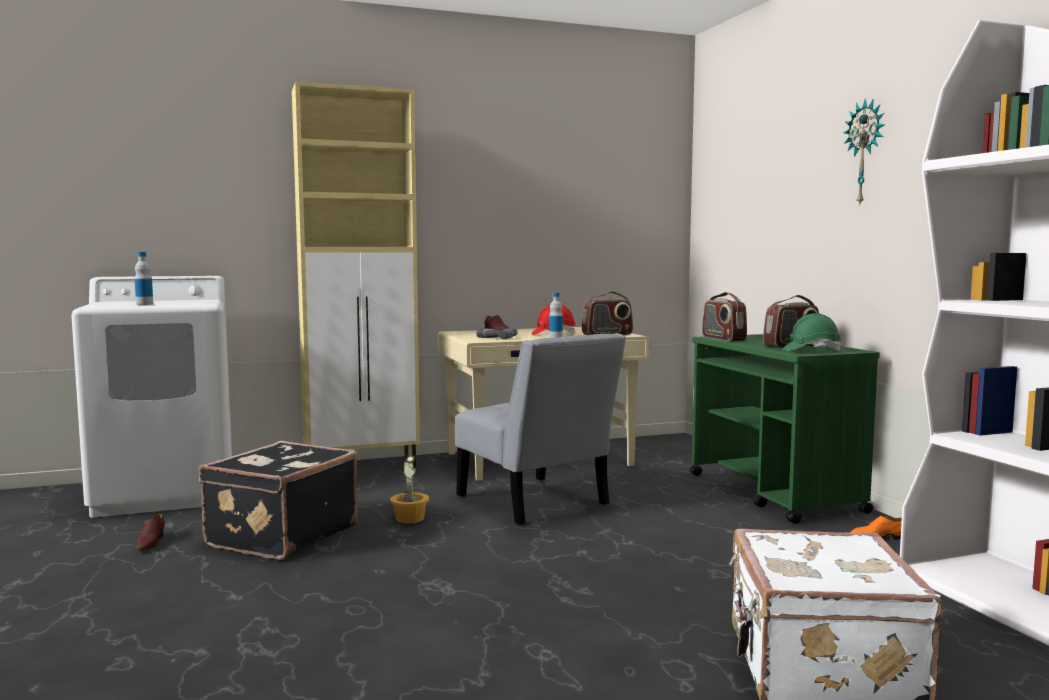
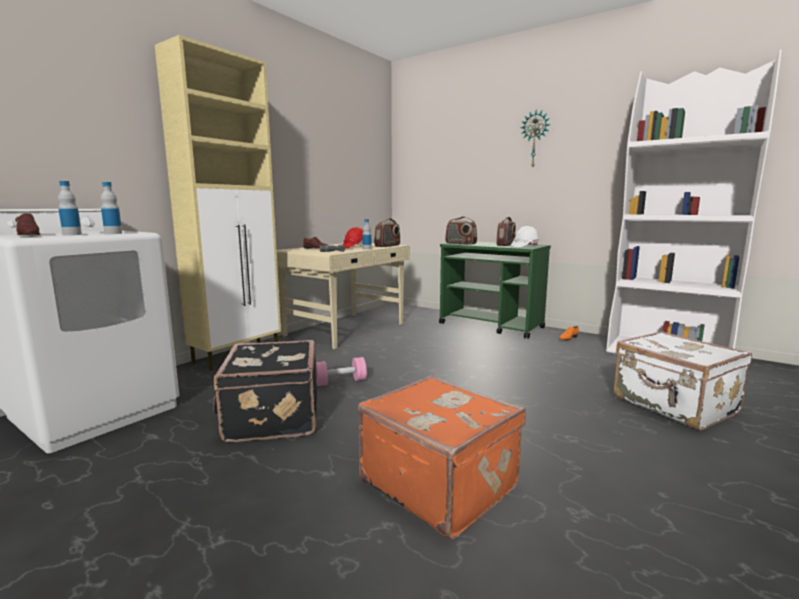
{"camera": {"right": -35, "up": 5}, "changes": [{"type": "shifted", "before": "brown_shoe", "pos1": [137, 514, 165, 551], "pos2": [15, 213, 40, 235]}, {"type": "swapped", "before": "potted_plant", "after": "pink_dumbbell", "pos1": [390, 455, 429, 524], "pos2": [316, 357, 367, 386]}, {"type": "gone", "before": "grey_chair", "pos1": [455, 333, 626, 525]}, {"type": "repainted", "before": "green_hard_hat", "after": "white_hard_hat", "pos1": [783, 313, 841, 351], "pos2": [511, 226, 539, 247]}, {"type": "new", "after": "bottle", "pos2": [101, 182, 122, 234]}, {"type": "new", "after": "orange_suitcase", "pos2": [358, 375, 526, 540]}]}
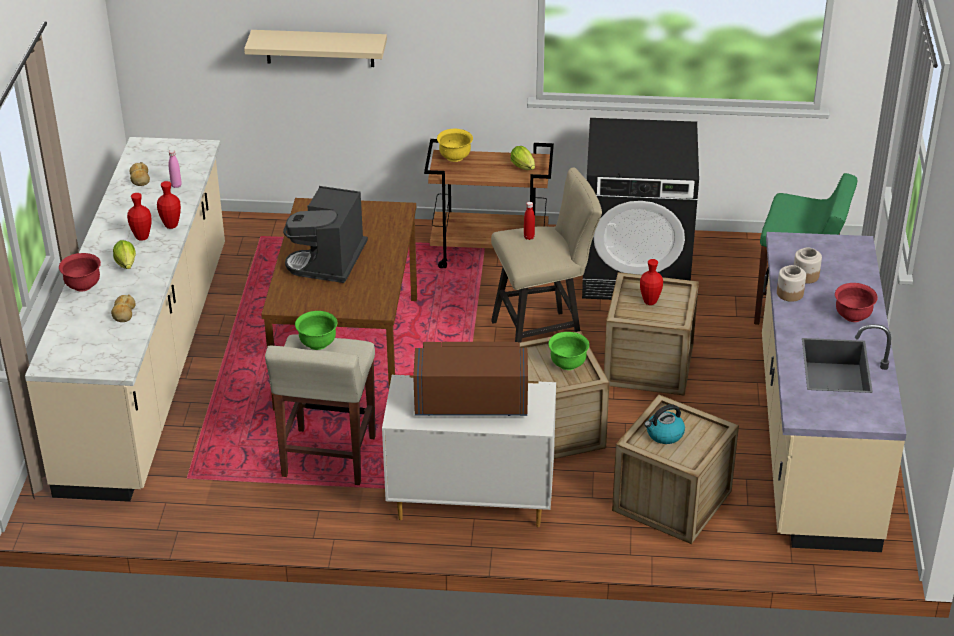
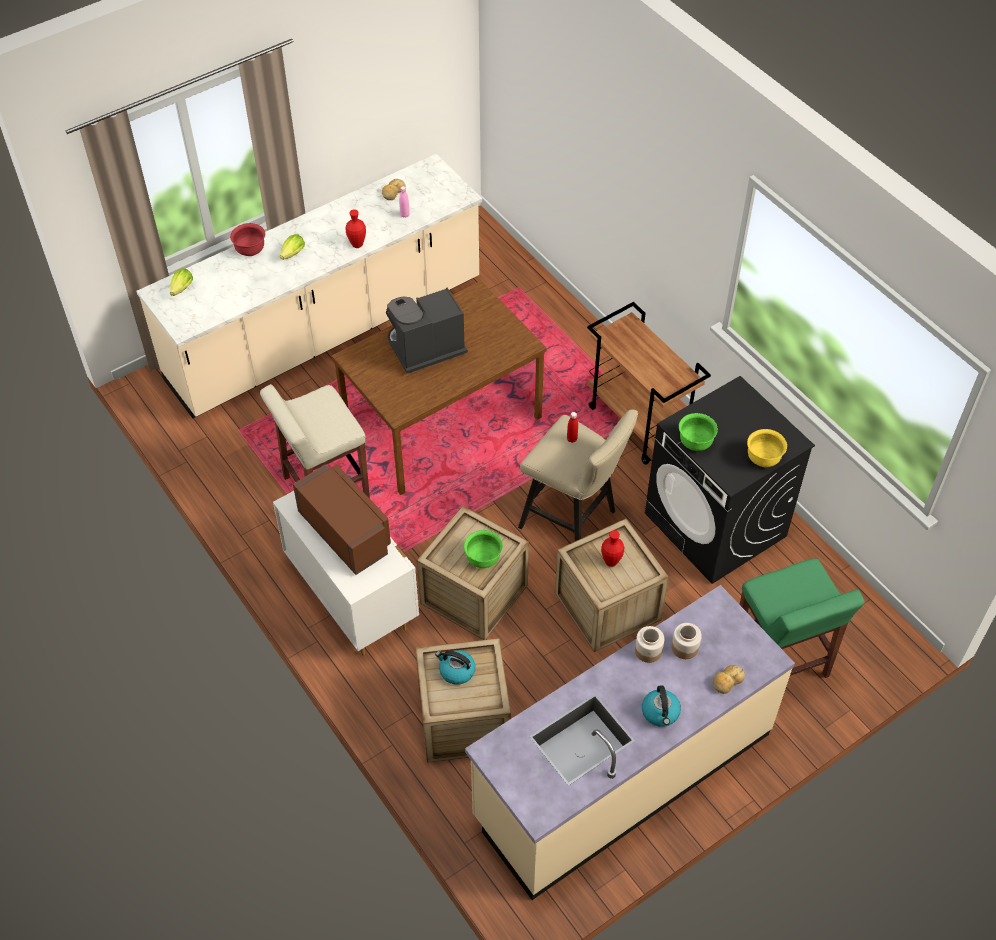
{"camera": {"right": 50, "up": 15}, "changes": [{"type": "shifted", "before": "bread", "pos1": [111, 295, 136, 322], "pos2": [713, 665, 745, 694]}, {"type": "gone", "before": "red_vase", "pos1": [127, 193, 152, 241]}, {"type": "gone", "before": "beige_shelf", "pos1": [244, 30, 387, 67]}, {"type": "shifted", "before": "green_bowl", "pos1": [295, 311, 337, 350], "pos2": [679, 413, 718, 451]}, {"type": "shifted", "before": "yellow_bowl", "pos1": [437, 129, 473, 162], "pos2": [747, 429, 787, 467]}, {"type": "shifted", "before": "lettuce", "pos1": [511, 146, 535, 170], "pos2": [170, 268, 193, 296]}, {"type": "swapped", "before": "red_bowl", "after": "kettle", "pos1": [835, 283, 878, 322], "pos2": [642, 685, 681, 727]}]}
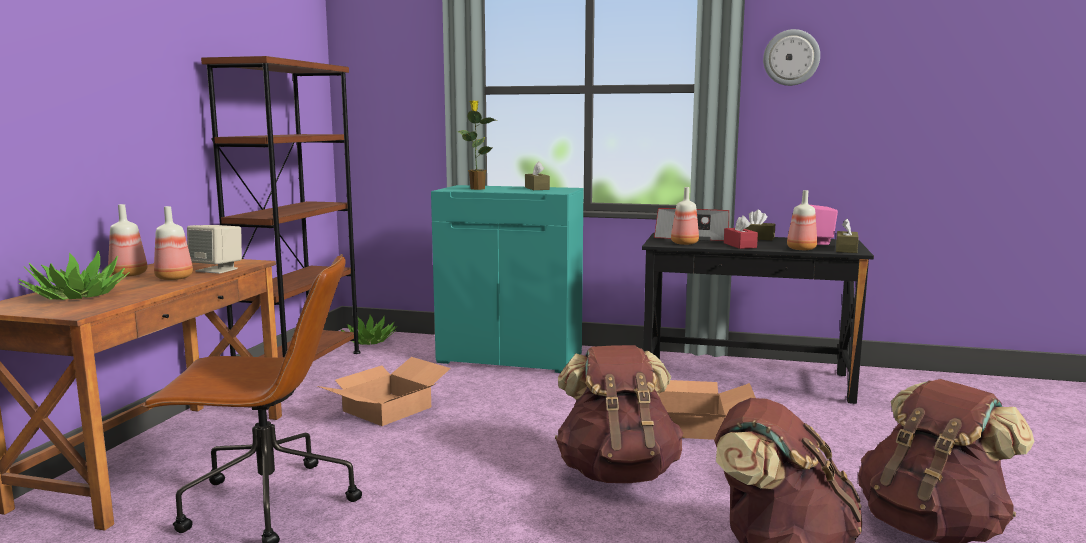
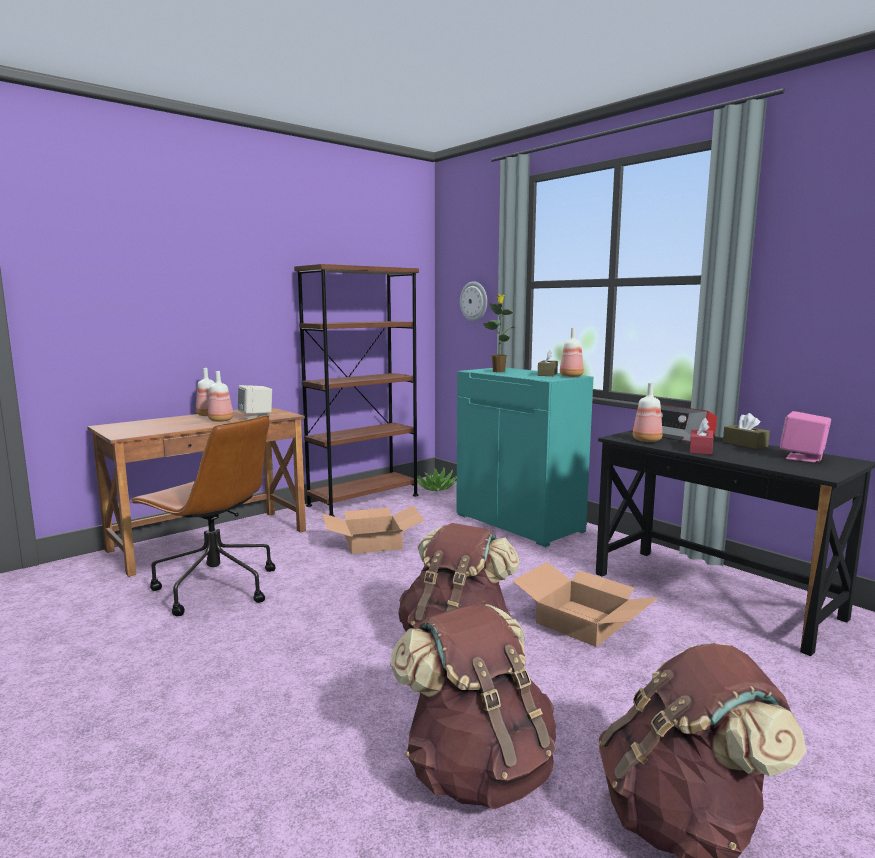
{"camera": {"right": 35, "up": 0}, "changes": [{"type": "gone", "before": "potted_plant", "pos1": [18, 250, 130, 300]}, {"type": "shifted", "before": "wall_clock", "pos1": [763, 29, 820, 86], "pos2": [460, 281, 487, 322]}, {"type": "shifted", "before": "bottle", "pos1": [787, 190, 817, 250], "pos2": [560, 328, 584, 377]}, {"type": "gone", "before": "brown_tissue_box", "pos1": [836, 219, 859, 253]}]}
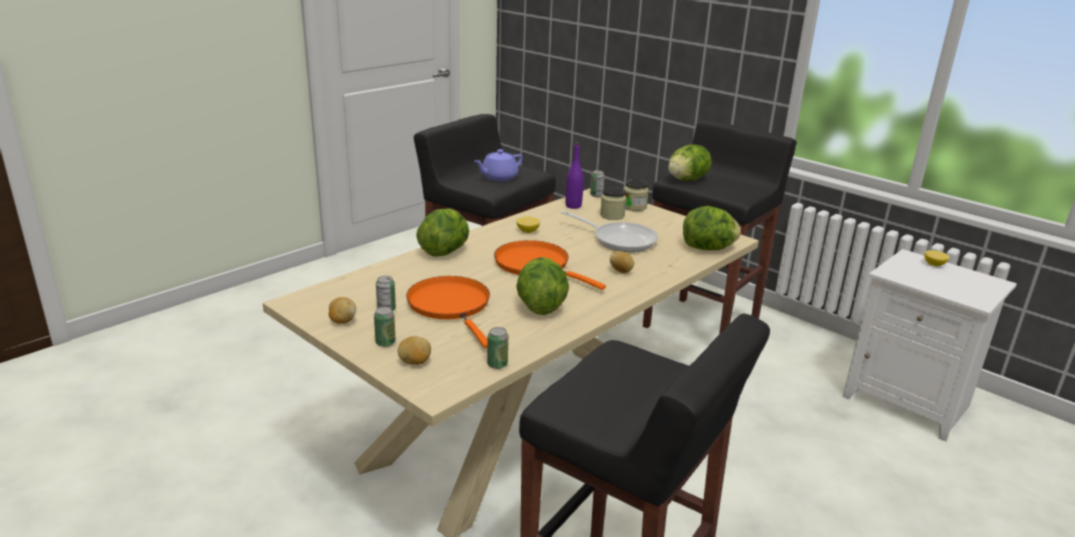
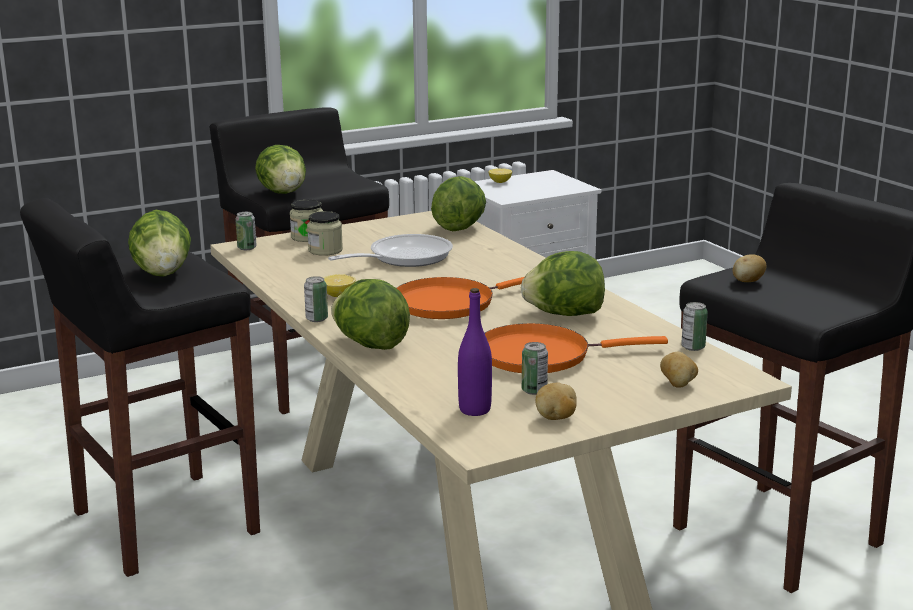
{"camera": {"right": -70, "up": -5}, "changes": [{"type": "shifted", "before": "can", "pos1": [374, 306, 396, 347], "pos2": [304, 276, 328, 322]}, {"type": "swapped", "before": "purple_teapot", "after": "lettuce", "pos1": [475, 149, 523, 181], "pos2": [128, 210, 191, 277]}, {"type": "shifted", "before": "purple_bottle", "pos1": [565, 143, 584, 209], "pos2": [458, 288, 492, 416]}, {"type": "shifted", "before": "potato", "pos1": [610, 251, 634, 273], "pos2": [733, 254, 766, 282]}]}
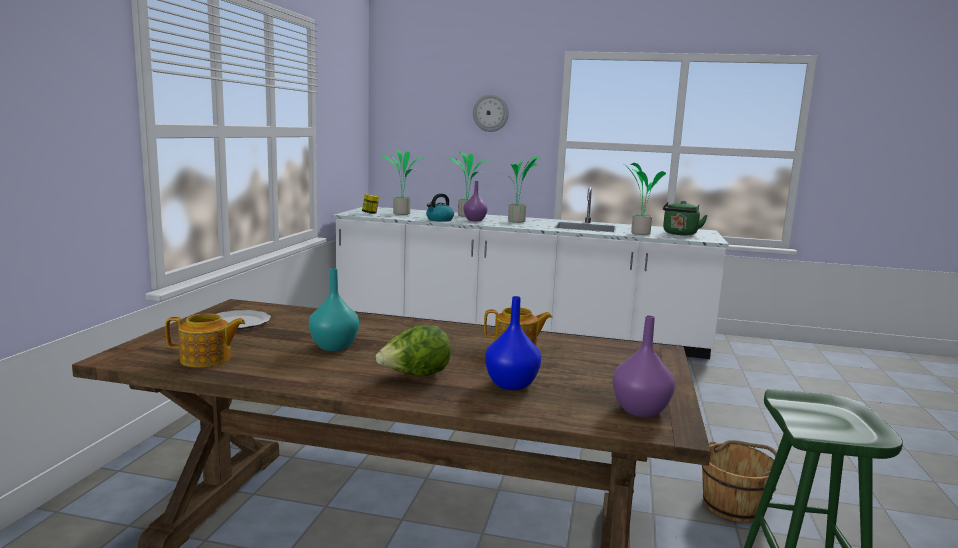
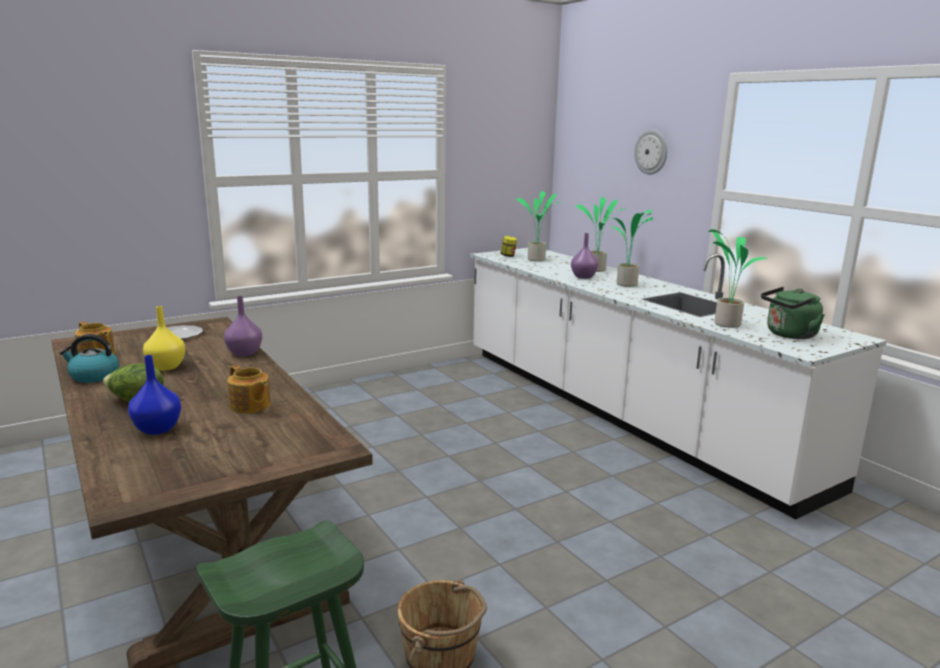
{"camera": {"right": 45, "up": 5}, "changes": [{"type": "repainted", "before": "turquoise_vase", "after": "yellow_vase", "pos1": [309, 268, 359, 351], "pos2": [143, 306, 185, 371]}, {"type": "shifted", "before": "kettle", "pos1": [426, 193, 454, 222], "pos2": [60, 334, 119, 383]}, {"type": "shifted", "before": "purple_vase", "pos1": [612, 315, 675, 417], "pos2": [224, 296, 262, 357]}]}
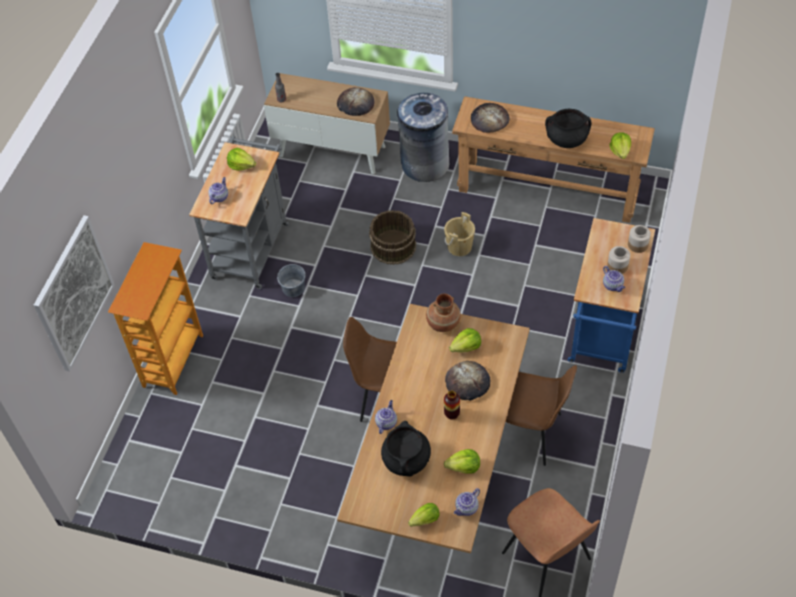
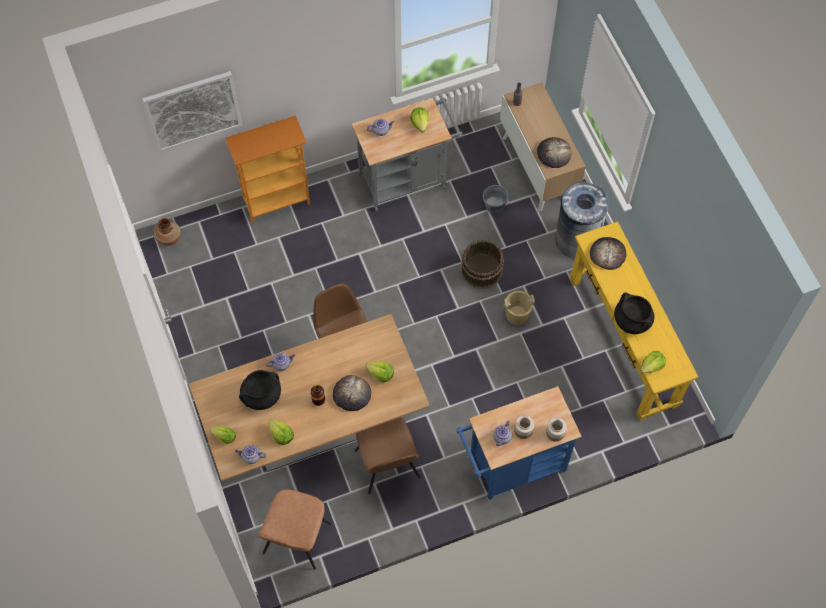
{"camera": {"right": 50, "up": 10}, "changes": [{"type": "shifted", "before": "grey_bucket", "pos1": [277, 264, 306, 297], "pos2": [483, 185, 509, 213]}, {"type": "shifted", "before": "brown_vase", "pos1": [426, 293, 461, 332], "pos2": [154, 218, 181, 246]}, {"type": "repainted", "before": "brown_console_table", "after": "yellow_console_table", "pos1": [452, 96, 655, 223], "pos2": [570, 221, 698, 421]}]}
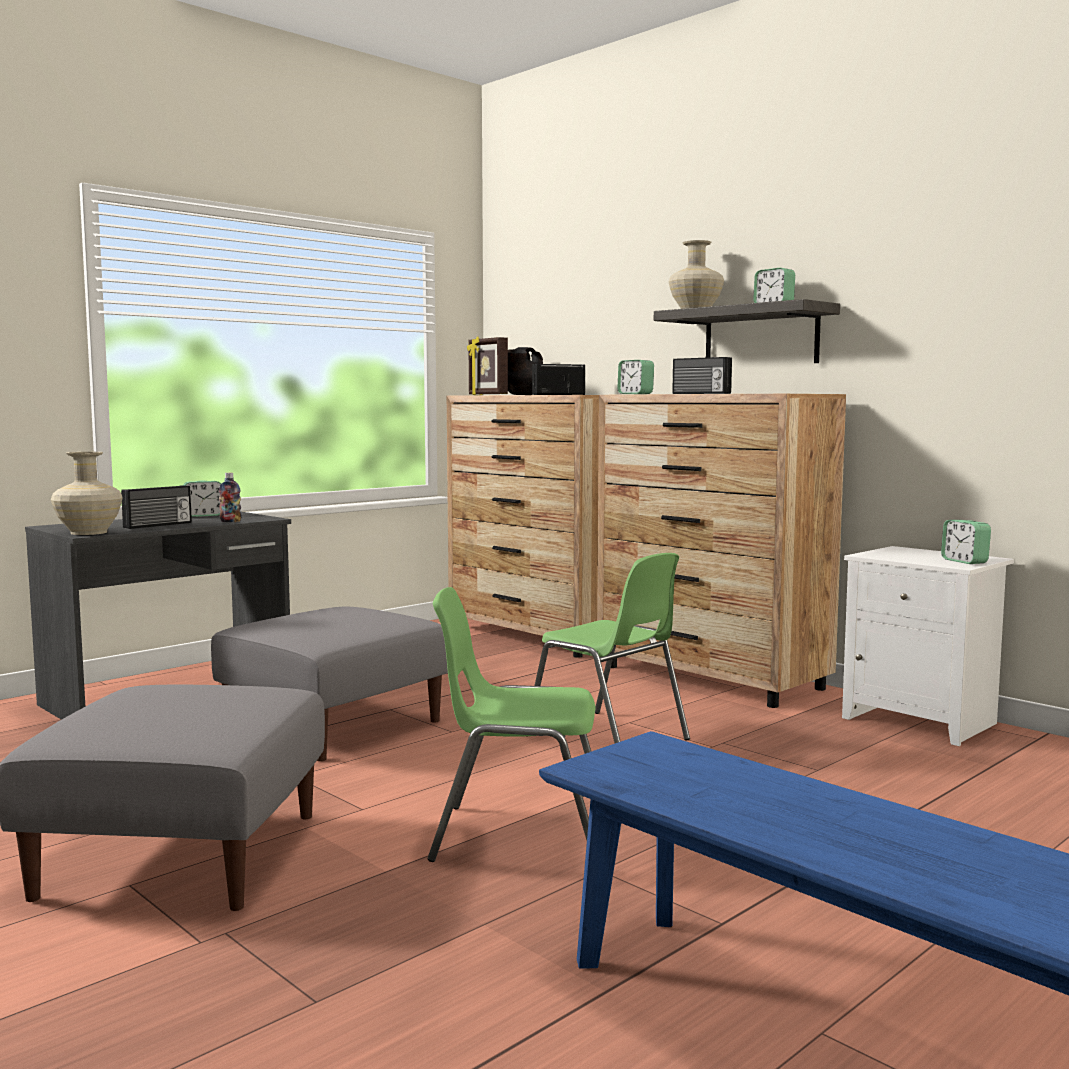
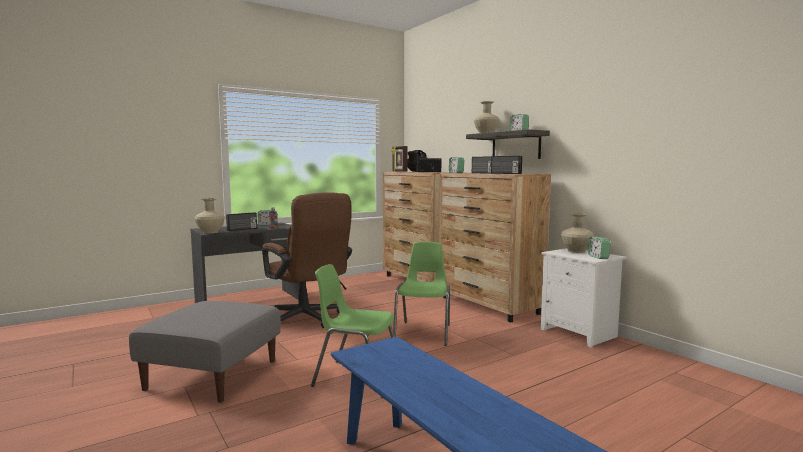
{"camera": {"right": 10, "up": 0}, "changes": [{"type": "swapped", "before": "grey_ottoman", "after": "brown_office_chair", "pos1": [211, 606, 448, 761], "pos2": [262, 192, 352, 328]}, {"type": "rotated", "before": "green_chair", "pos1": [534, 553, 690, 743], "pos2": [393, 242, 450, 346], "turn": -135}, {"type": "new", "after": "radio", "pos2": [491, 156, 522, 174]}, {"type": "new", "after": "beige_vase", "pos2": [561, 213, 594, 253]}]}
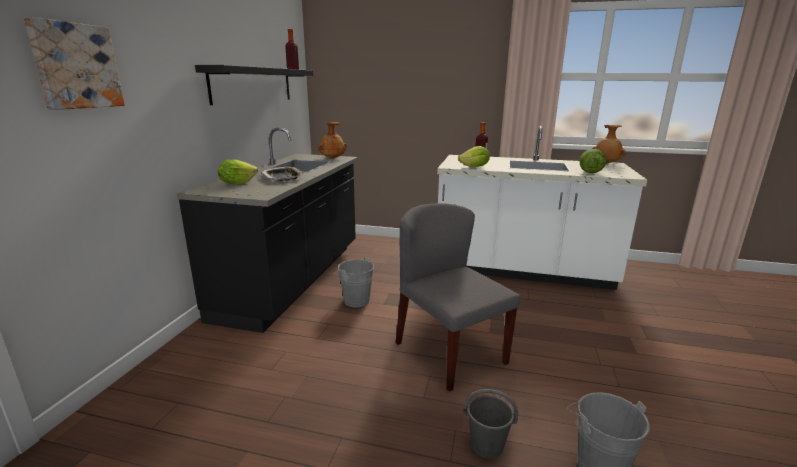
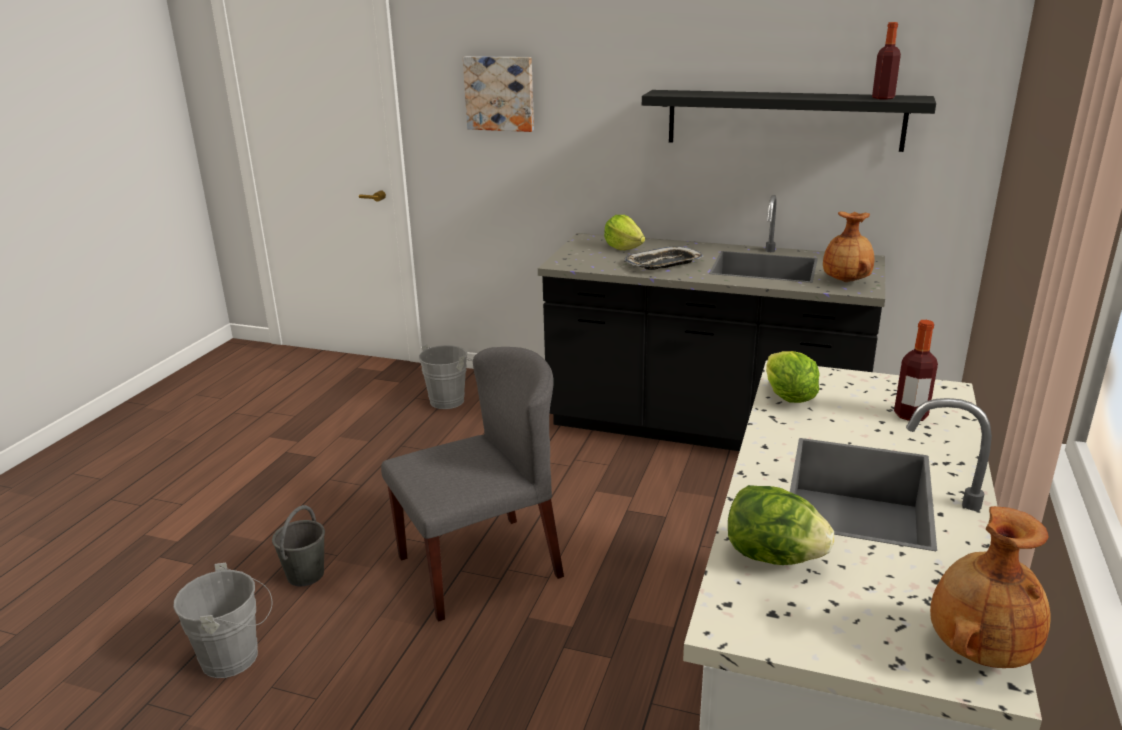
{"camera": {"right": 95, "up": 5}, "changes": [{"type": "shifted", "before": "grey_bucket", "pos1": [335, 257, 374, 308], "pos2": [419, 344, 472, 409]}]}
